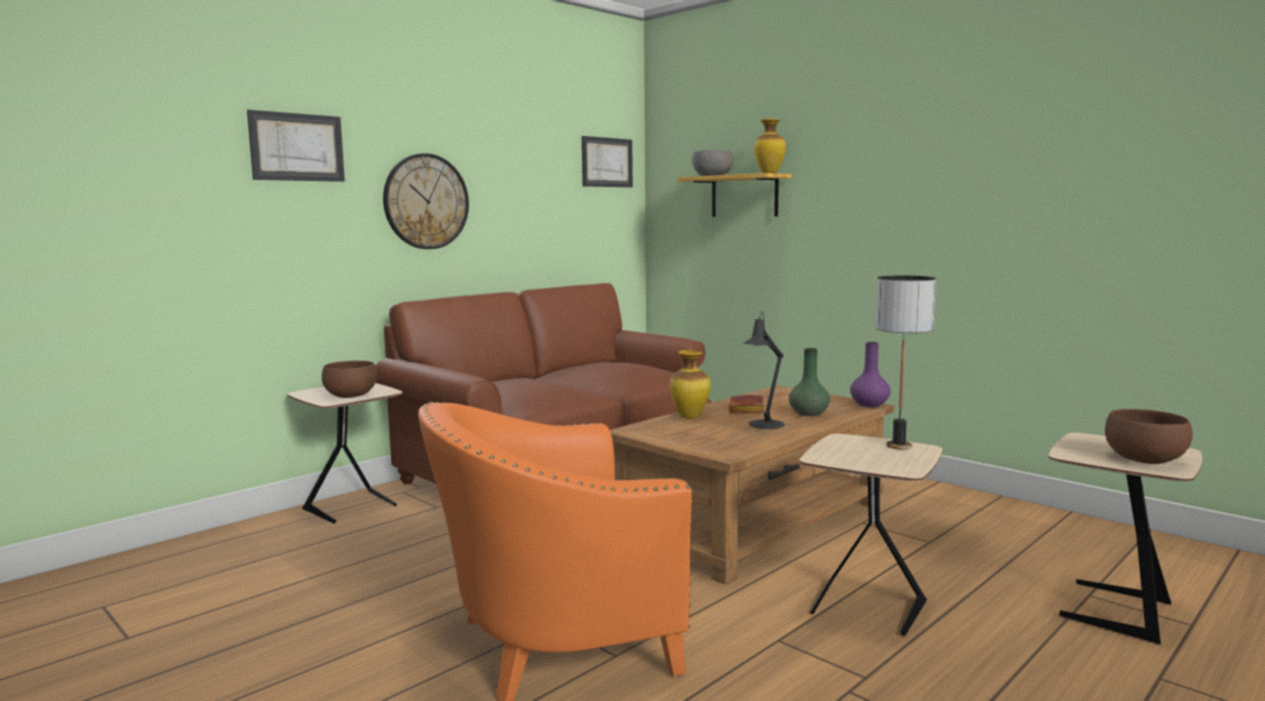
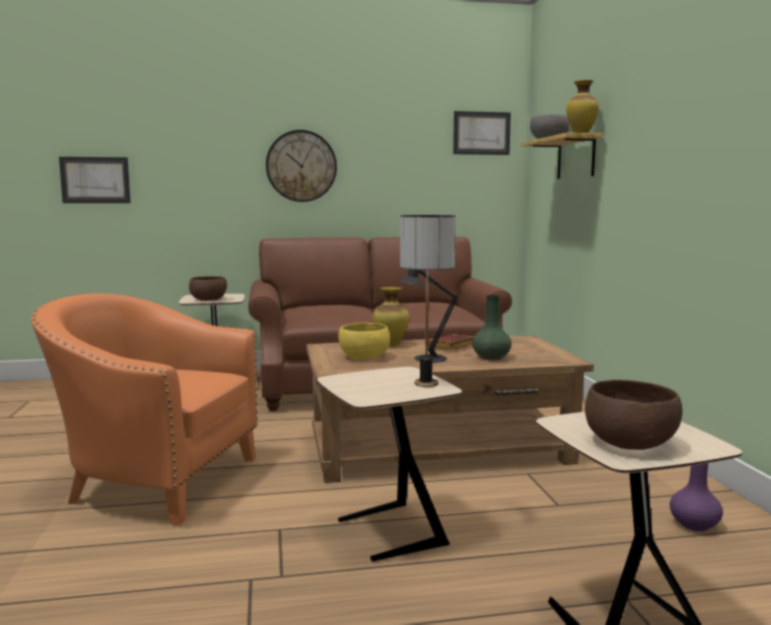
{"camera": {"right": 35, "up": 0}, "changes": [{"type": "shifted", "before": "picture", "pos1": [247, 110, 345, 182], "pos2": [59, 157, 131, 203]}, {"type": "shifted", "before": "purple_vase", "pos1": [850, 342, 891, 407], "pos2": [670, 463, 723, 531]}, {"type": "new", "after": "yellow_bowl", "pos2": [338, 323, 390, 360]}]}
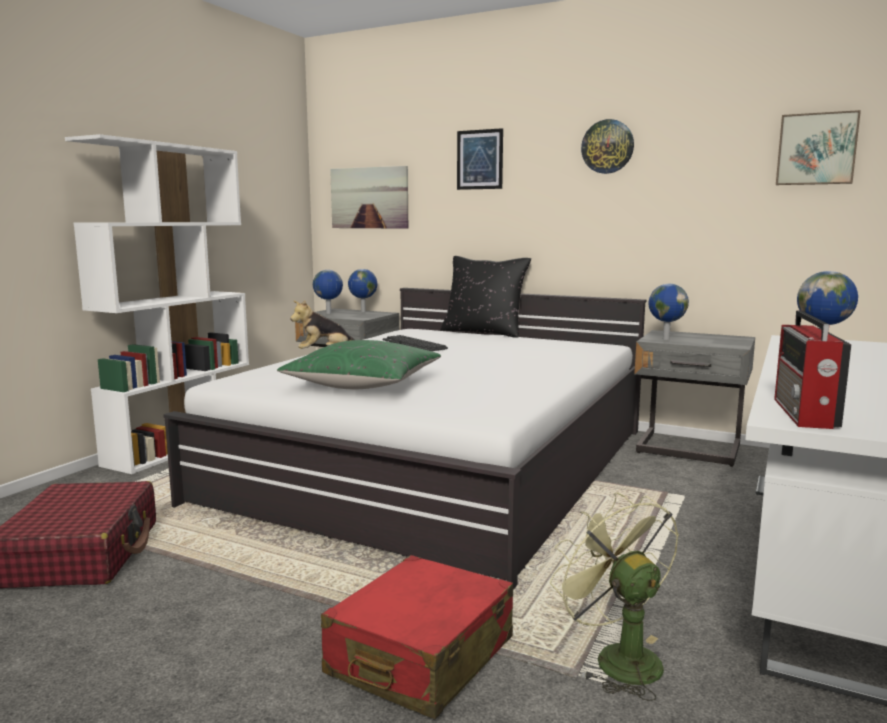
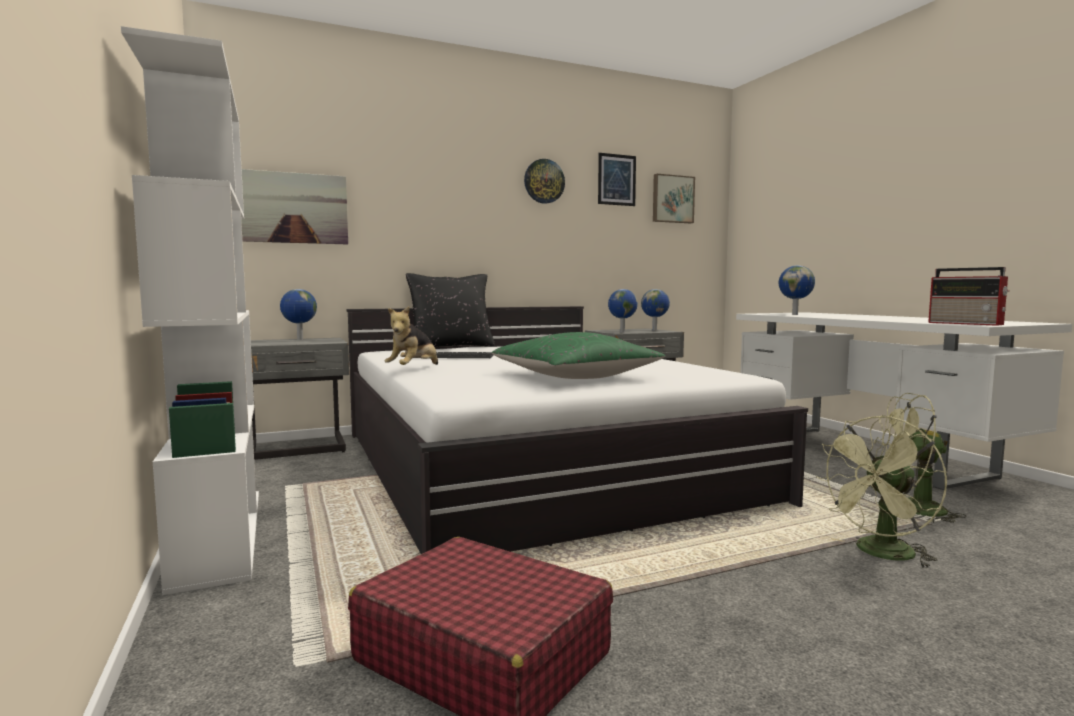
{"camera": {"right": -50, "up": -5}, "changes": [{"type": "shifted", "before": "globe", "pos1": [313, 270, 343, 314], "pos2": [641, 289, 670, 330]}, {"type": "swapped", "before": "red_suitcase", "after": "green_fan", "pos1": [321, 555, 513, 719], "pos2": [816, 416, 947, 569]}, {"type": "shifted", "before": "picture", "pos1": [457, 128, 503, 190], "pos2": [598, 153, 636, 206]}]}
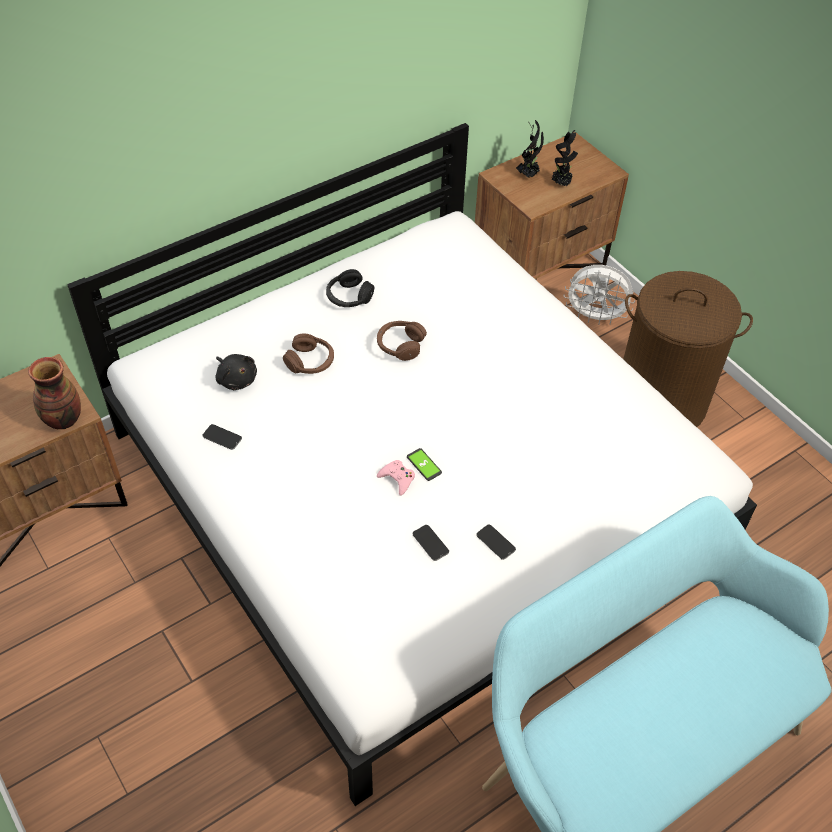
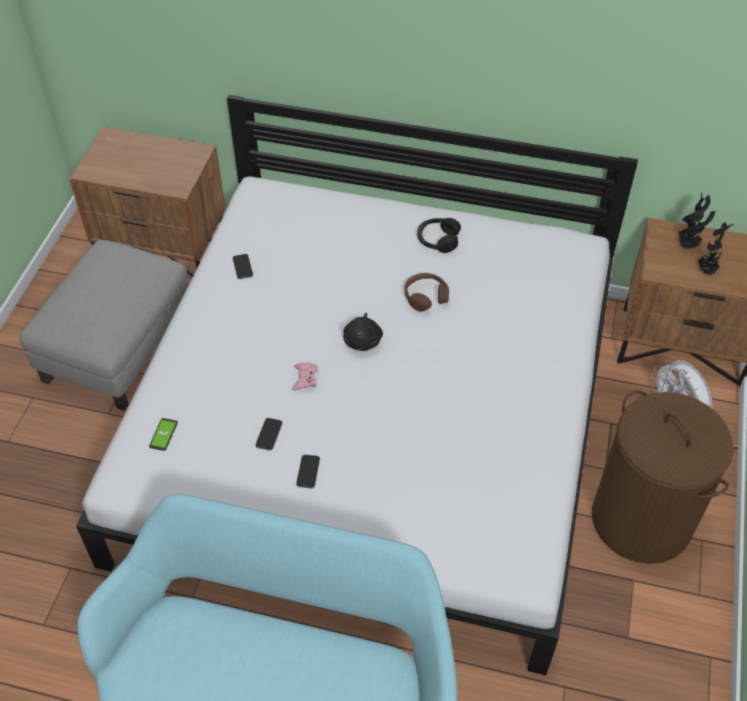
{"camera": {"right": 50, "up": 0}, "changes": [{"type": "gone", "before": "vase", "pos1": [28, 357, 81, 429]}, {"type": "shifted", "before": "black_plush_toy", "pos1": [216, 354, 257, 390], "pos2": [343, 313, 383, 351]}, {"type": "gone", "before": "brown_headphones", "pos1": [283, 334, 334, 374]}, {"type": "shifted", "before": "phone", "pos1": [407, 448, 442, 481], "pos2": [149, 418, 178, 451]}, {"type": "new", "after": "grey_ottoman", "pos2": [19, 240, 189, 411]}]}
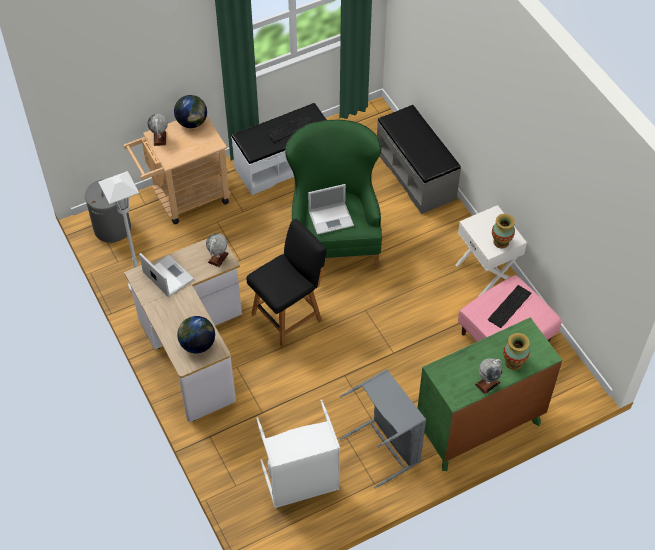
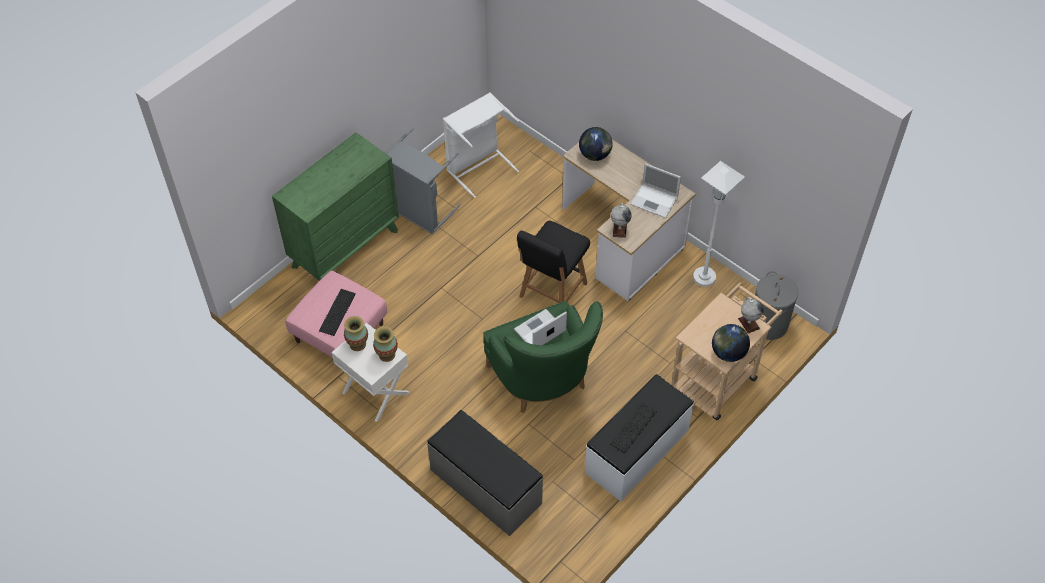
{"camera": {"right": 160, "up": 0}, "changes": [{"type": "gone", "before": "globe", "pos1": [475, 358, 503, 394]}, {"type": "shifted", "before": "vase", "pos1": [503, 333, 530, 370], "pos2": [373, 326, 398, 362]}]}
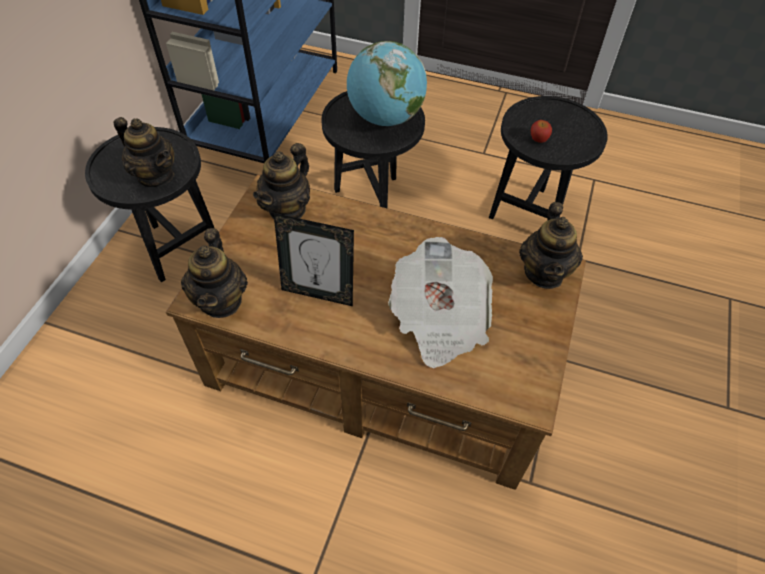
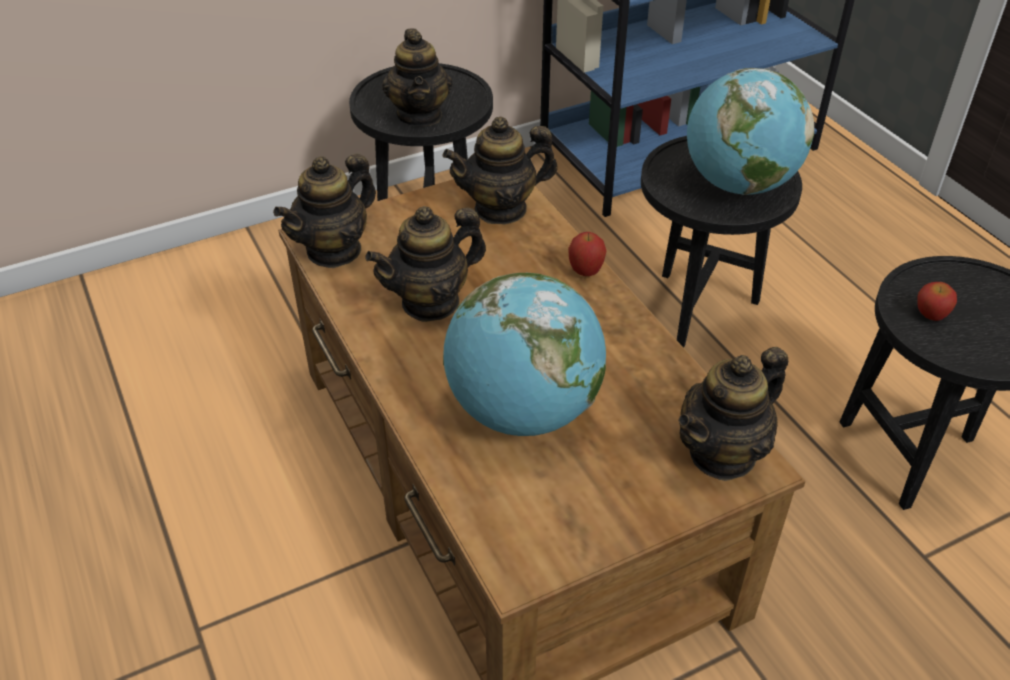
{"camera": {"right": 45, "up": -10}, "changes": [{"type": "swapped", "before": "picture_frame", "after": "teapot", "pos1": [274, 213, 354, 306], "pos2": [365, 206, 486, 322]}, {"type": "swapped", "before": "newspaper", "after": "globe", "pos1": [388, 237, 493, 368], "pos2": [443, 273, 606, 436]}, {"type": "new", "after": "apple", "pos2": [568, 232, 606, 276]}]}
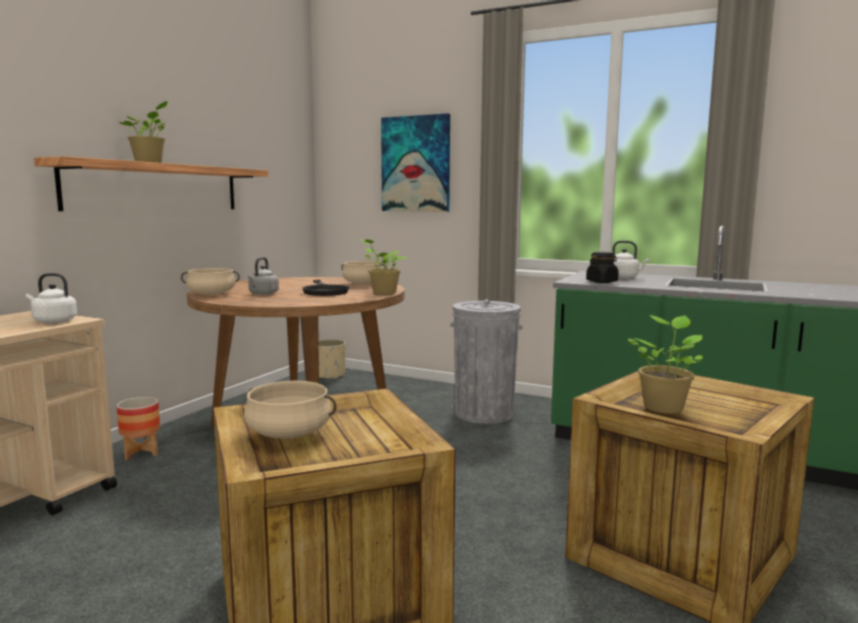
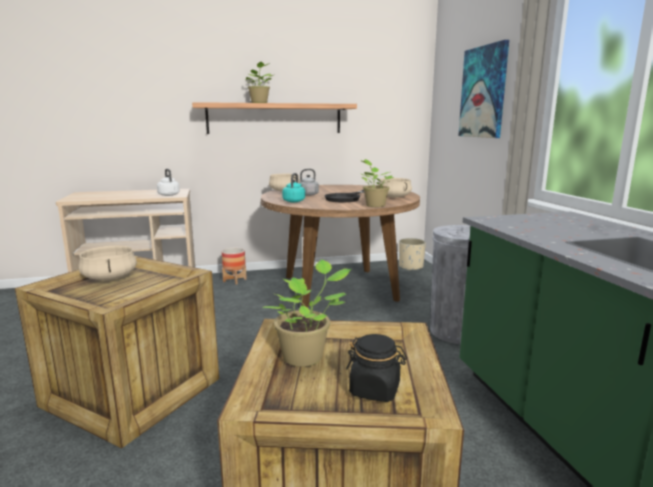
{"camera": {"right": 50, "up": 5}, "changes": [{"type": "shifted", "before": "black_jar", "pos1": [586, 252, 619, 283], "pos2": [346, 334, 407, 402]}, {"type": "gone", "before": "white_kettle", "pos1": [612, 241, 649, 279]}, {"type": "new", "after": "turquoise_kettle", "pos2": [282, 173, 305, 202]}]}
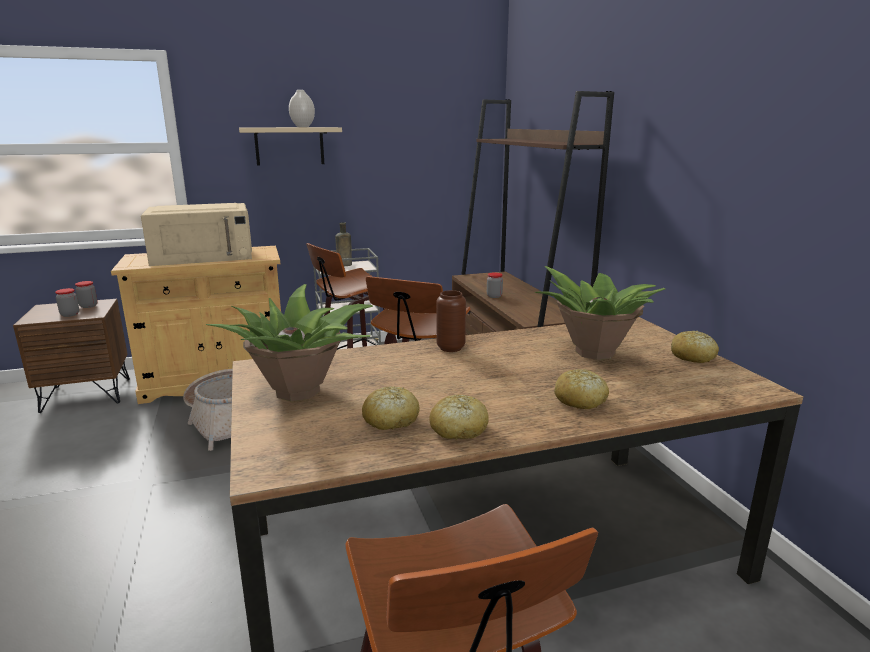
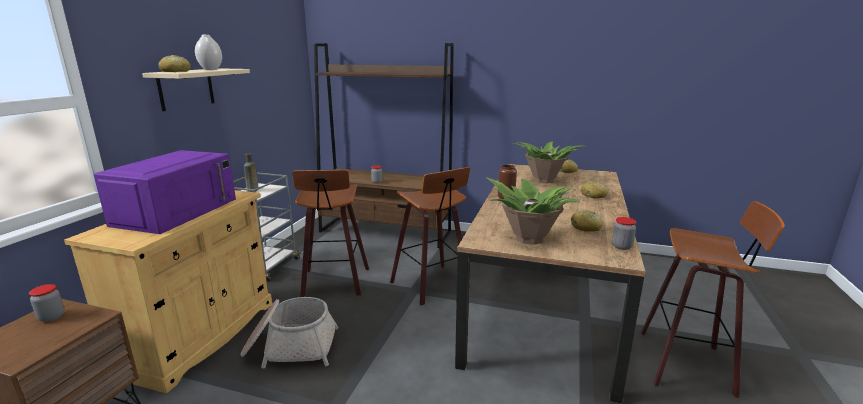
{"camera": {"right": -55, "up": 0}, "changes": [{"type": "shifted", "before": "jar", "pos1": [55, 288, 79, 317], "pos2": [612, 217, 636, 250]}, {"type": "repainted", "before": "beige_microwave", "after": "purple_microwave", "pos1": [141, 203, 252, 266], "pos2": [94, 150, 236, 234]}, {"type": "shifted", "before": "bread", "pos1": [429, 395, 489, 440], "pos2": [158, 55, 191, 72]}]}
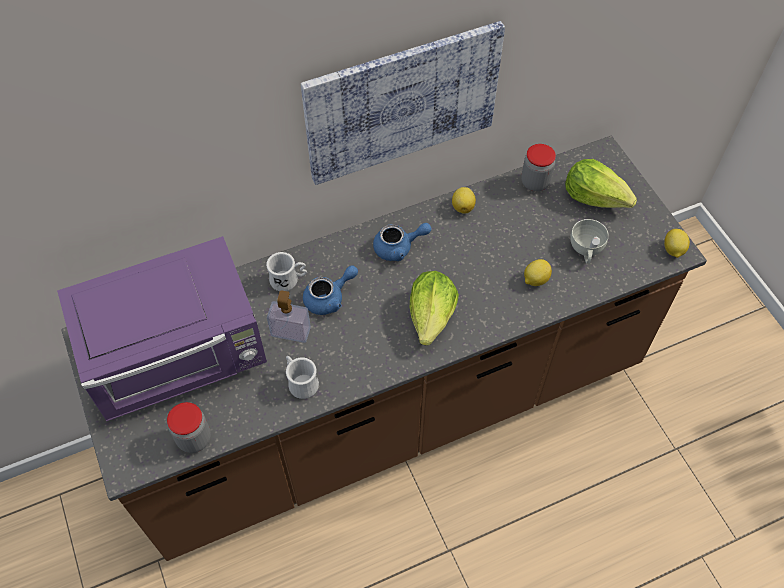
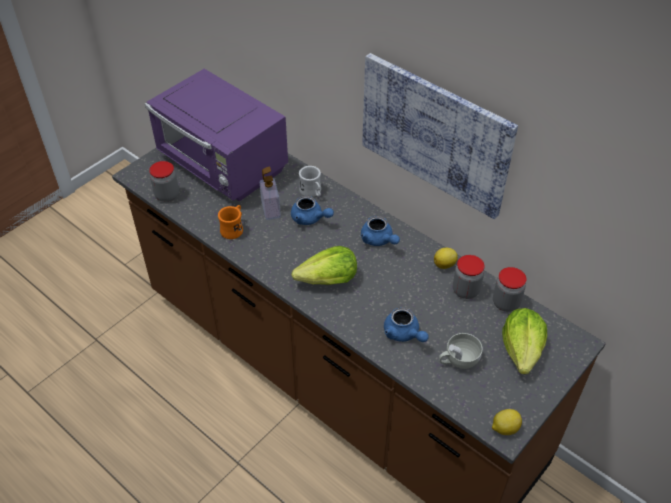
{"camera": {"right": 65, "up": -10}, "changes": [{"type": "repainted", "before": "white_mug", "after": "orange_mug", "pos1": [286, 356, 319, 399], "pos2": [218, 205, 243, 239]}, {"type": "swapped", "before": "lemon", "after": "blue_teapot", "pos1": [524, 259, 552, 286], "pos2": [384, 307, 429, 342]}, {"type": "new", "after": "jar", "pos2": [453, 255, 484, 299]}]}
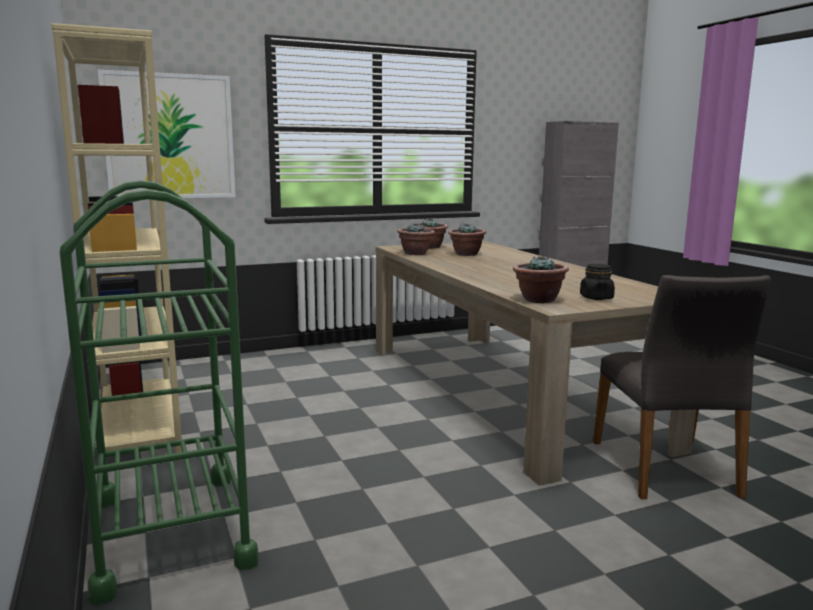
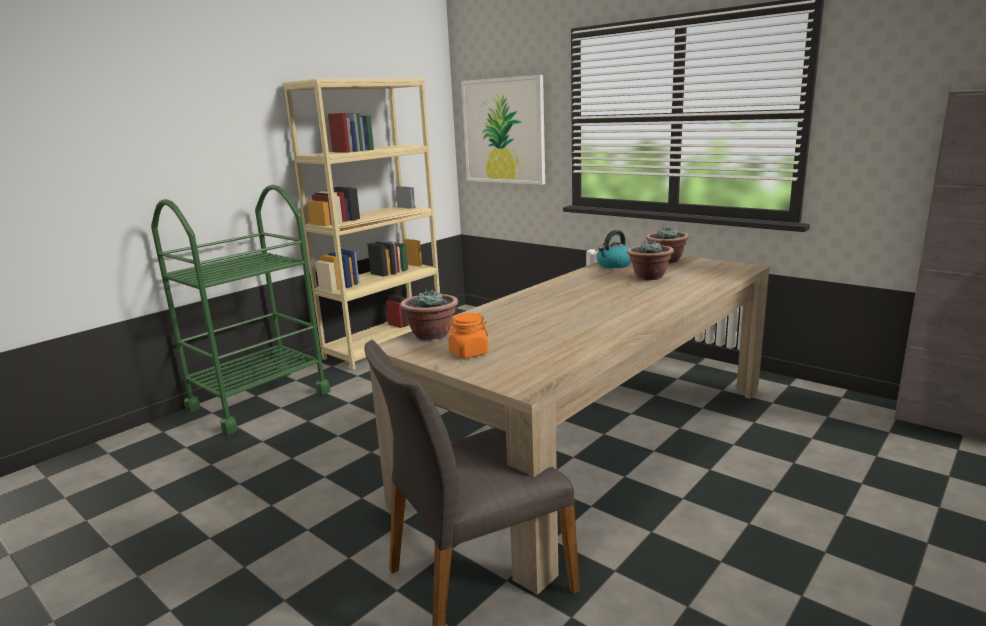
{"camera": {"right": 65, "up": 5}, "changes": [{"type": "swapped", "before": "potted_plant", "after": "kettle", "pos1": [397, 223, 435, 255], "pos2": [596, 230, 632, 268]}, {"type": "repainted", "before": "black_jar", "after": "orange_jar", "pos1": [580, 264, 615, 300], "pos2": [446, 313, 488, 358]}]}
